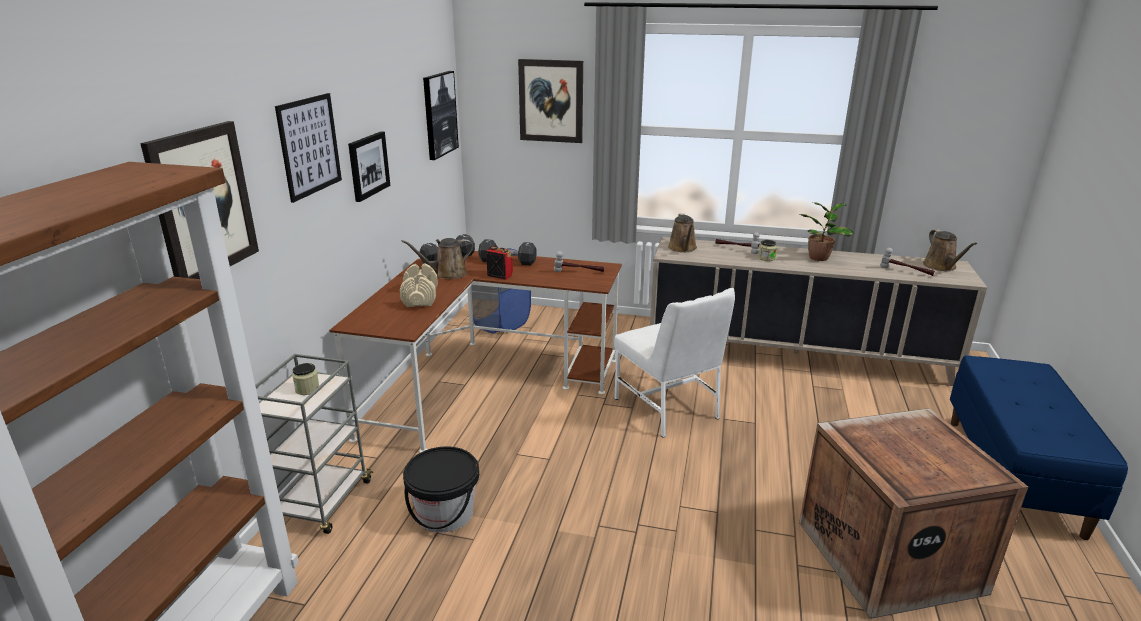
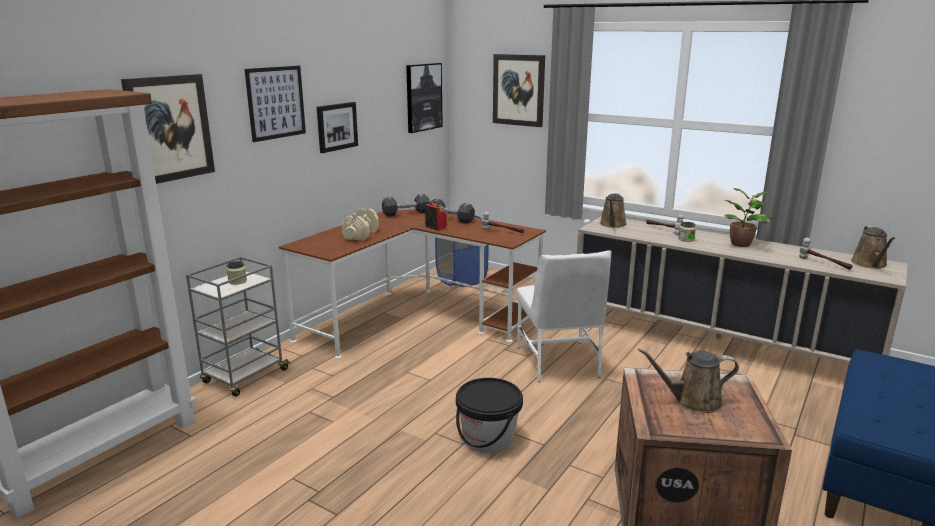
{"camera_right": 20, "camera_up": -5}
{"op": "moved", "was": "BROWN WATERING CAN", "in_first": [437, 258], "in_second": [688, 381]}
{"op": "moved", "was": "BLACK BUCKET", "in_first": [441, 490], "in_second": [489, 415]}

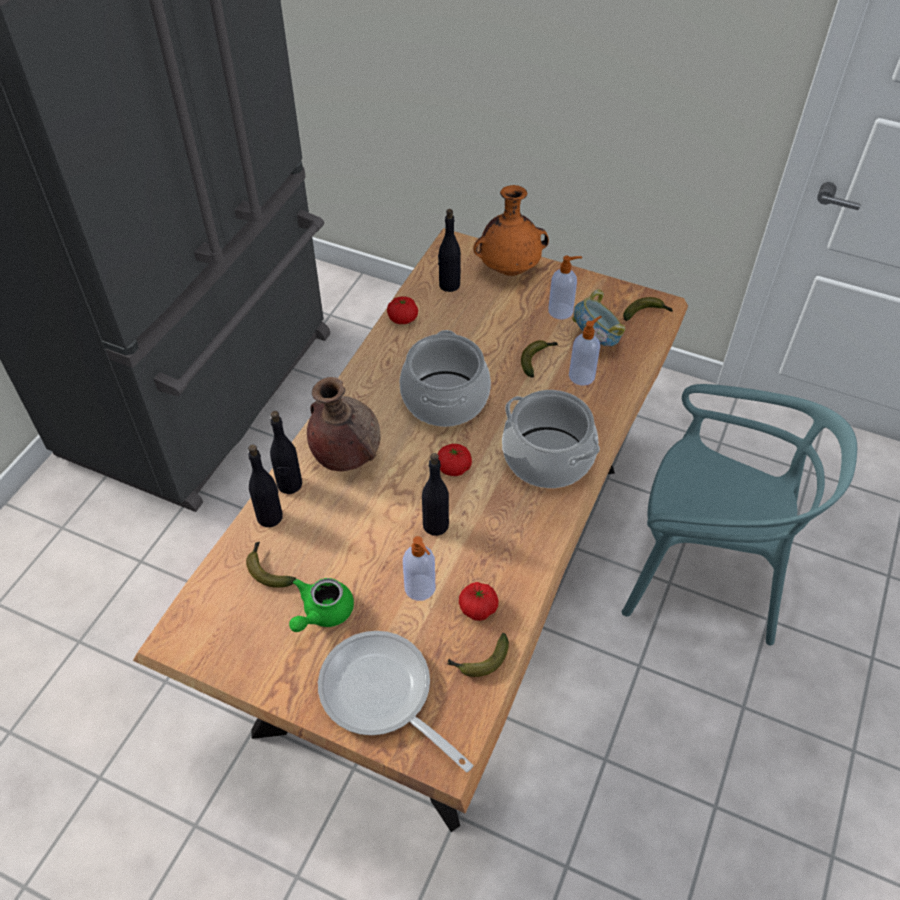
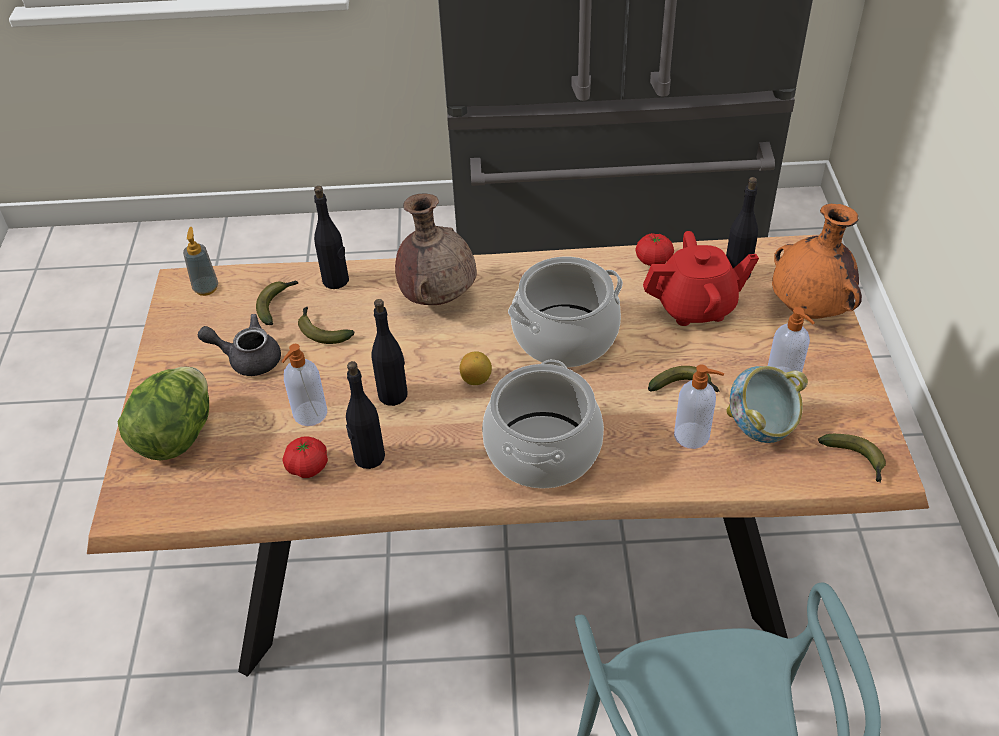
{"camera_right": 65, "camera_up": -5}
{"op": "moved", "was": "BLACK BOTTLE", "in_first": [286, 452], "in_second": [365, 415]}
{"op": "replaced", "was": "TOMATO", "now": "LEMON", "in_first": [455, 460], "in_second": [476, 368]}
{"op": "recoloured", "was": "GREEN TEAPOT", "now": "GREY TEAPOT", "in_first": [321, 605], "in_second": [239, 345]}
{"op": "replaced", "was": "FRYING PAN", "now": "LETTUCE", "in_first": [395, 701], "in_second": [163, 413]}
{"op": "moved", "was": "BANANA", "in_first": [478, 655], "in_second": [326, 325]}
{"op": "added", "now": "SOAP DISPENSER", "in_second": [200, 261]}
{"op": "added", "now": "RED TEAPOT", "in_second": [701, 278]}

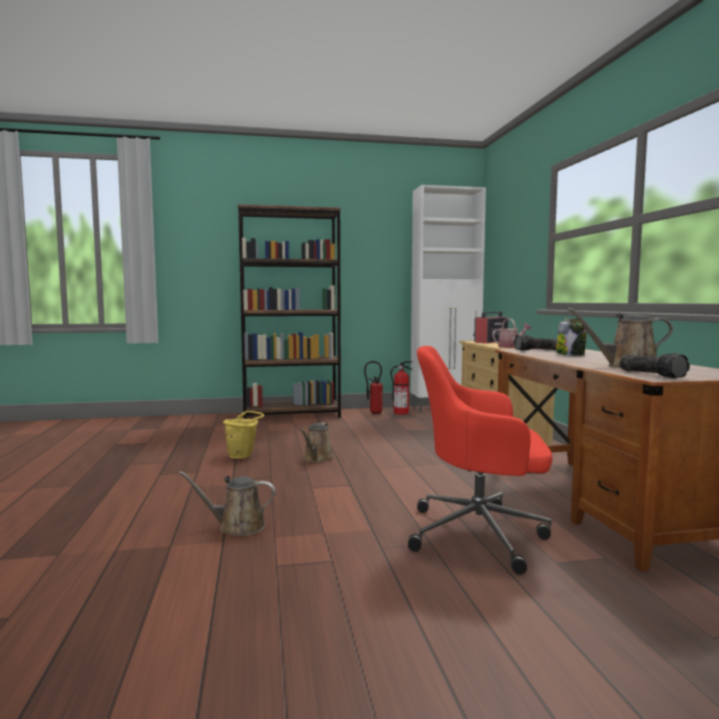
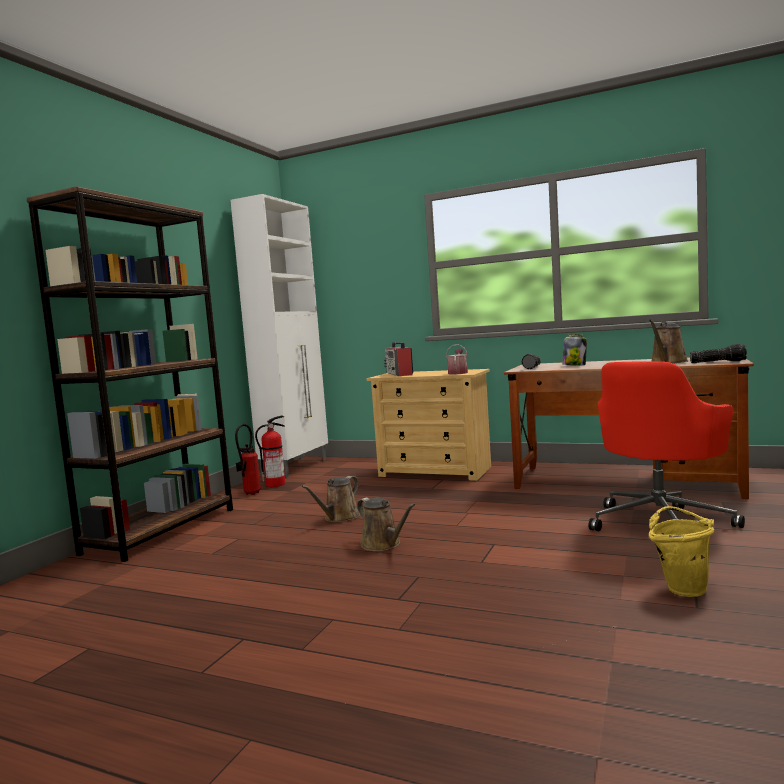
{"camera_right": -55, "camera_up": 0}
{"op": "moved", "was": "YELLOW BUCKET", "in_first": [243, 435], "in_second": [681, 551]}
{"op": "moved", "was": "BROWN WATERING CAN", "in_first": [227, 503], "in_second": [331, 499]}

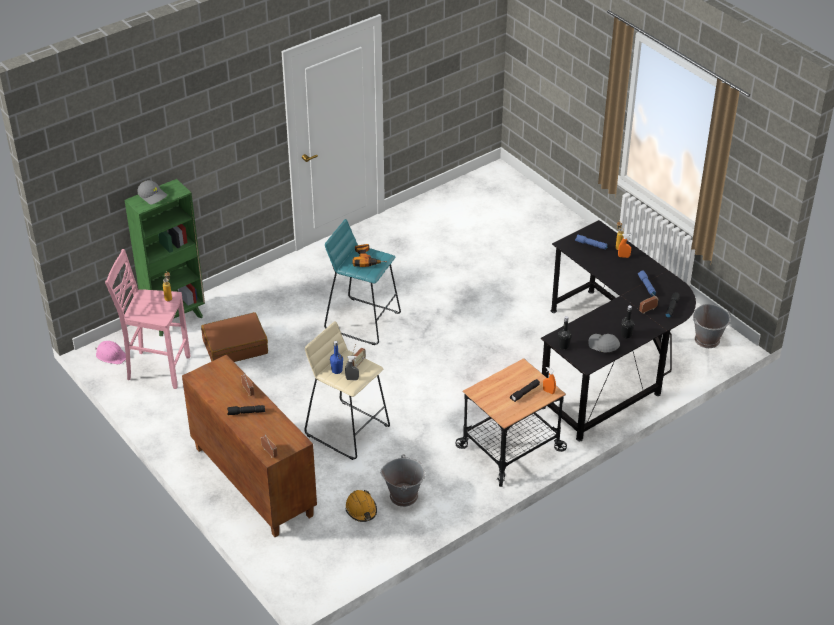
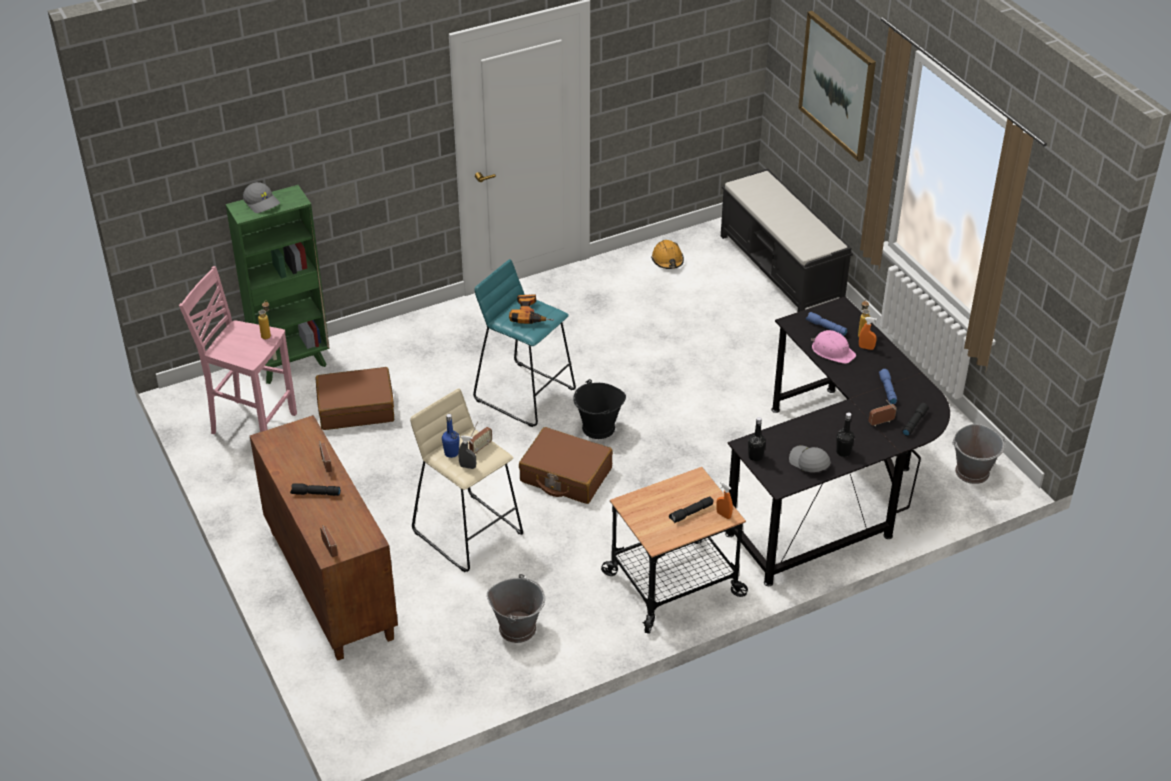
{"camera_right": 10, "camera_up": 0}
{"op": "moved", "was": "PINK HARD HAT", "in_first": [110, 352], "in_second": [833, 347]}
{"op": "moved", "was": "ORANGE HARD HAT", "in_first": [361, 506], "in_second": [667, 254]}
{"op": "added", "now": "PICTURE", "in_second": [837, 86]}
{"op": "added", "now": "BLACK BENCH", "in_second": [787, 240]}
{"op": "added", "now": "BLACK BUCKET", "in_second": [599, 409]}
{"op": "added", "now": "BROWN SUITCASE", "in_second": [566, 465]}

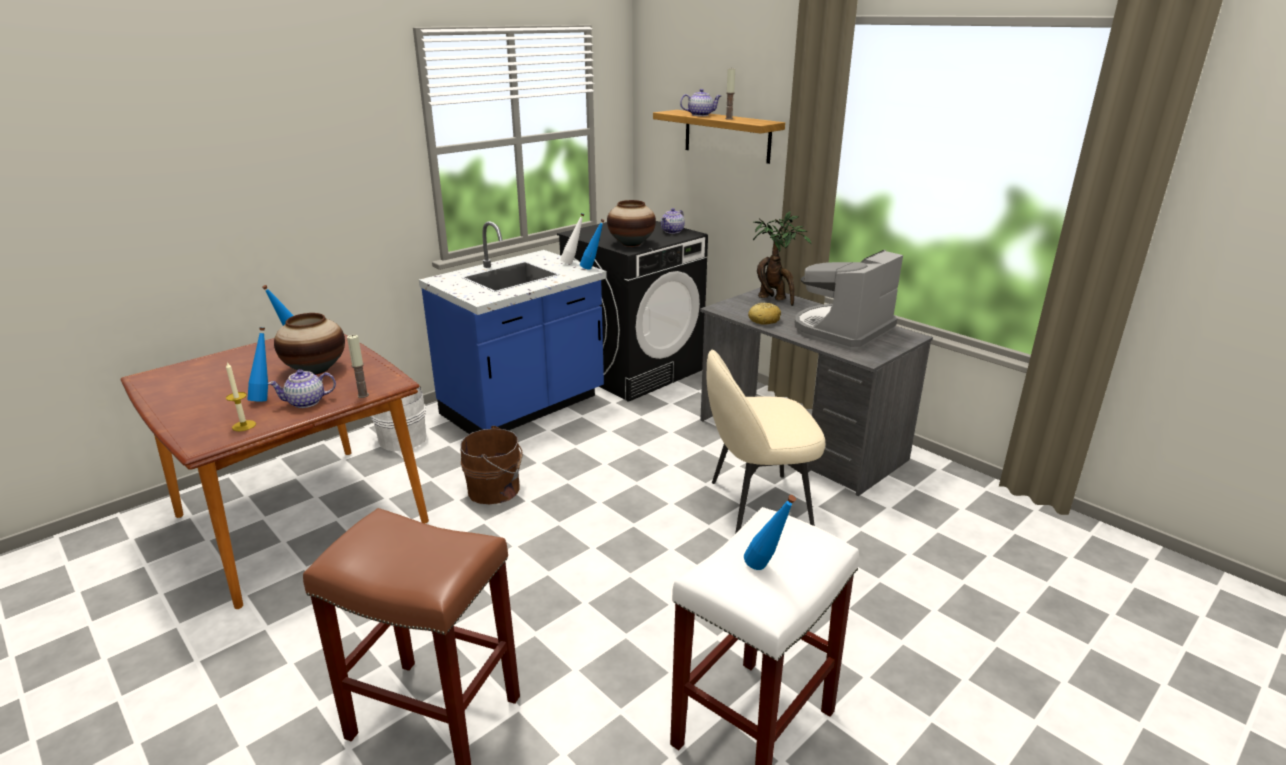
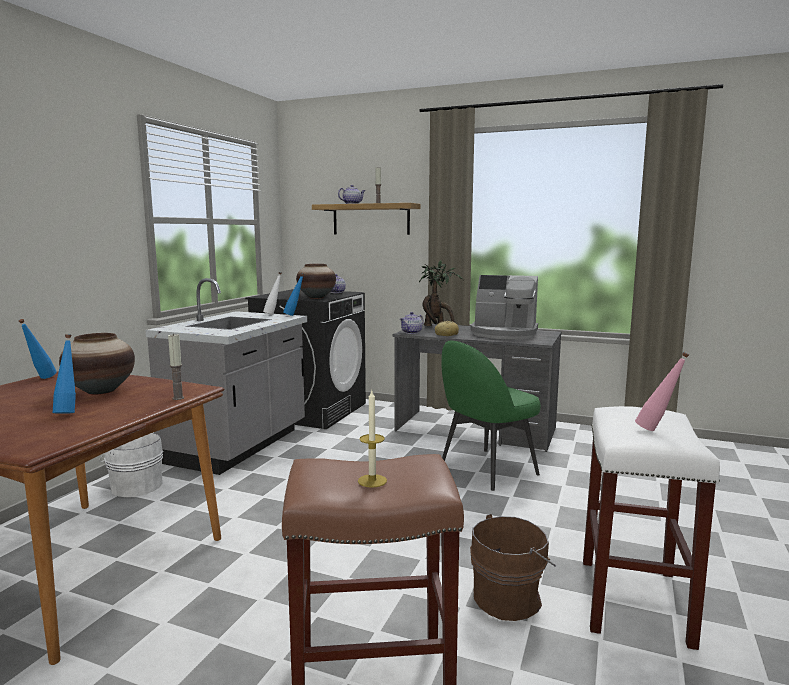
{"camera_right": -25, "camera_up": -15}
{"op": "recoloured", "was": "BLUE COUNTER", "now": "GREY COUNTER", "in_first": [513, 327], "in_second": [226, 376]}
{"op": "turned", "was": "COFFEE MACHINE", "in_first": [849, 300], "in_second": [504, 307], "clockwise": -90}
{"op": "recoloured", "was": "BEIGE CHAIR", "now": "GREEN CHAIR", "in_first": [766, 441], "in_second": [491, 416]}
{"op": "moved", "was": "CANDLE", "in_first": [241, 396], "in_second": [372, 439]}
{"op": "moved", "was": "TEAPOT", "in_first": [302, 388], "in_second": [412, 323]}
{"op": "moved", "was": "BROWN BUCKET", "in_first": [491, 465], "in_second": [513, 567]}
{"op": "recoloured", "was": "BLUE BOTTLE", "now": "PINK BOTTLE", "in_first": [770, 532], "in_second": [662, 391]}

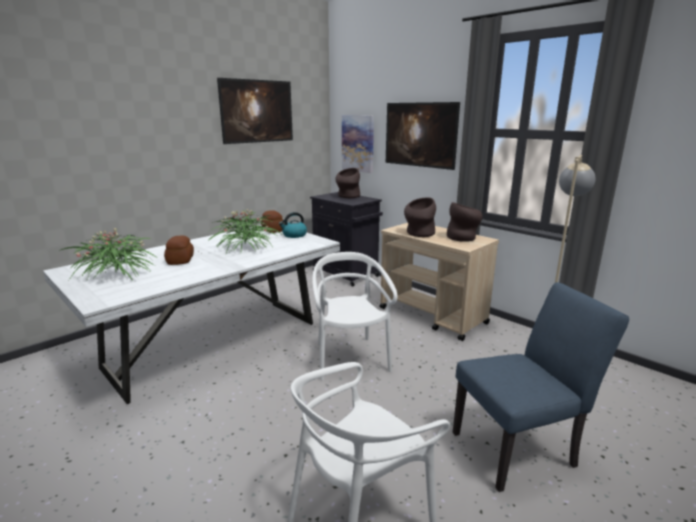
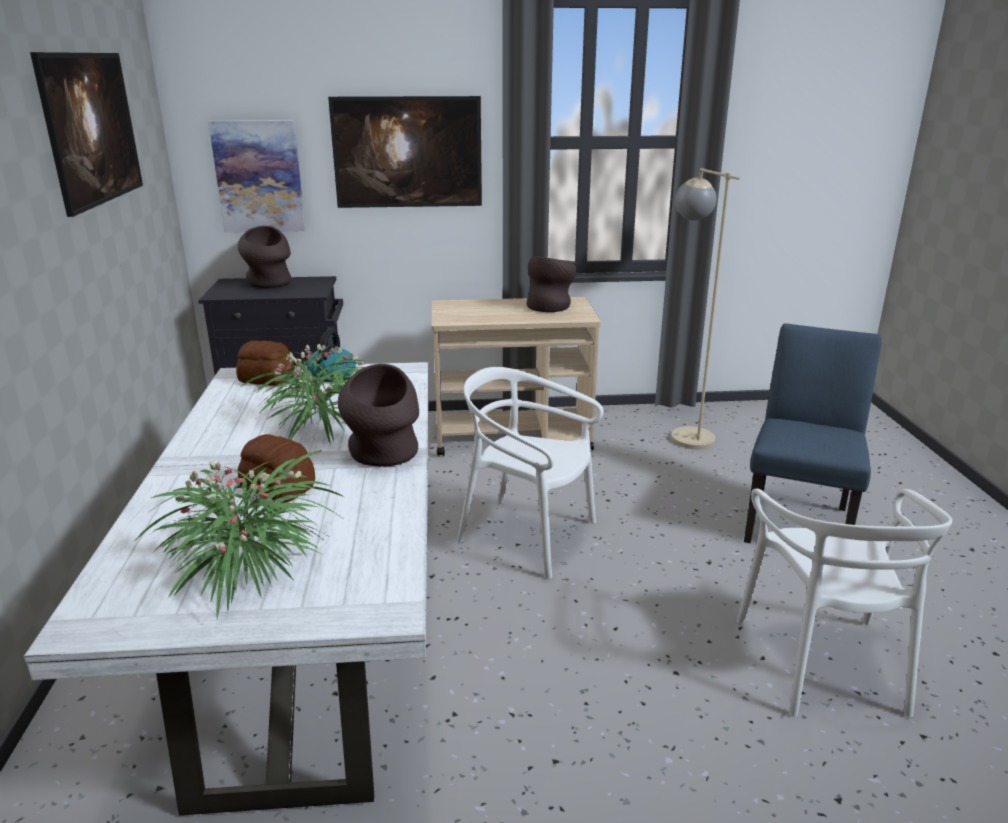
{"camera_right": -50, "camera_up": 5}
{"op": "moved", "was": "BROWN VASE", "in_first": [420, 217], "in_second": [378, 415]}

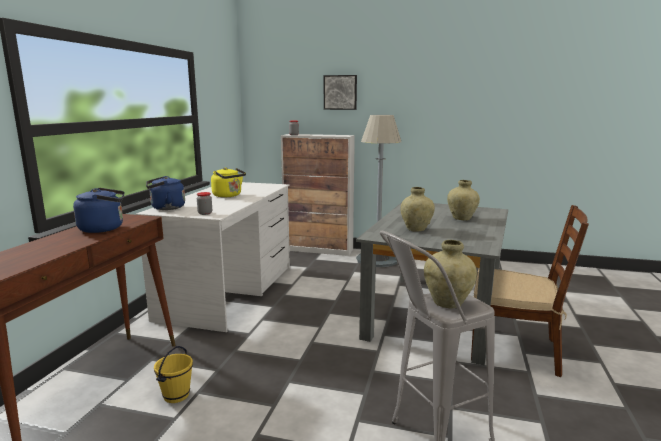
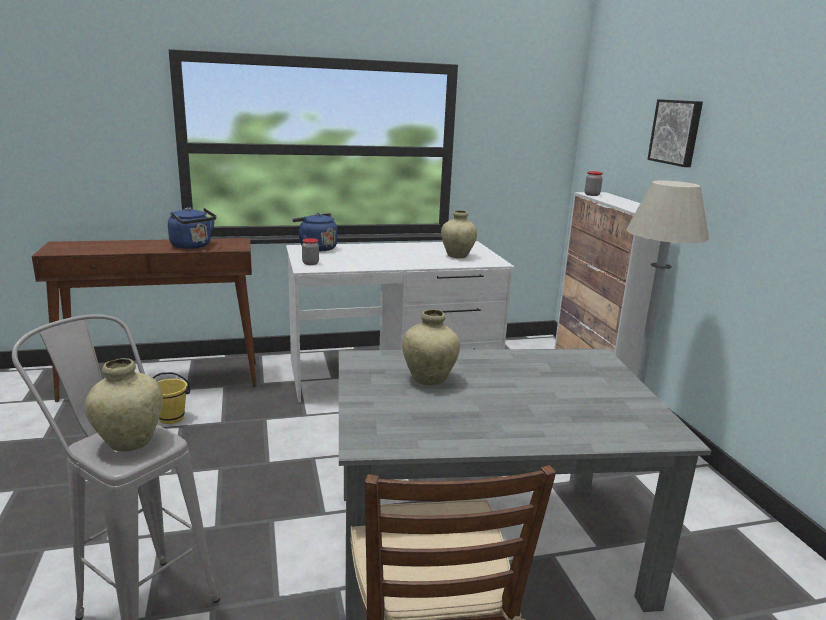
{"camera_right": 60, "camera_up": 5}
{"op": "removed", "was": "YELLOW KETTLE", "in_first": [228, 182]}
{"op": "moved", "was": "BEIGE VASE", "in_first": [463, 200], "in_second": [459, 234]}

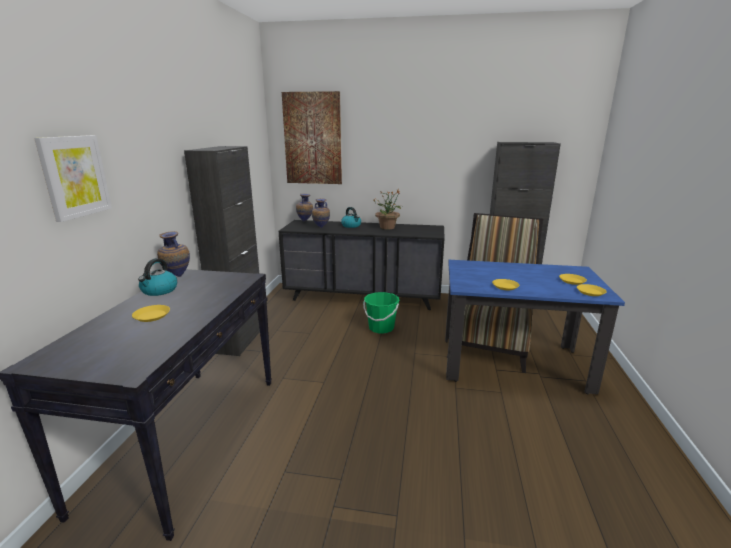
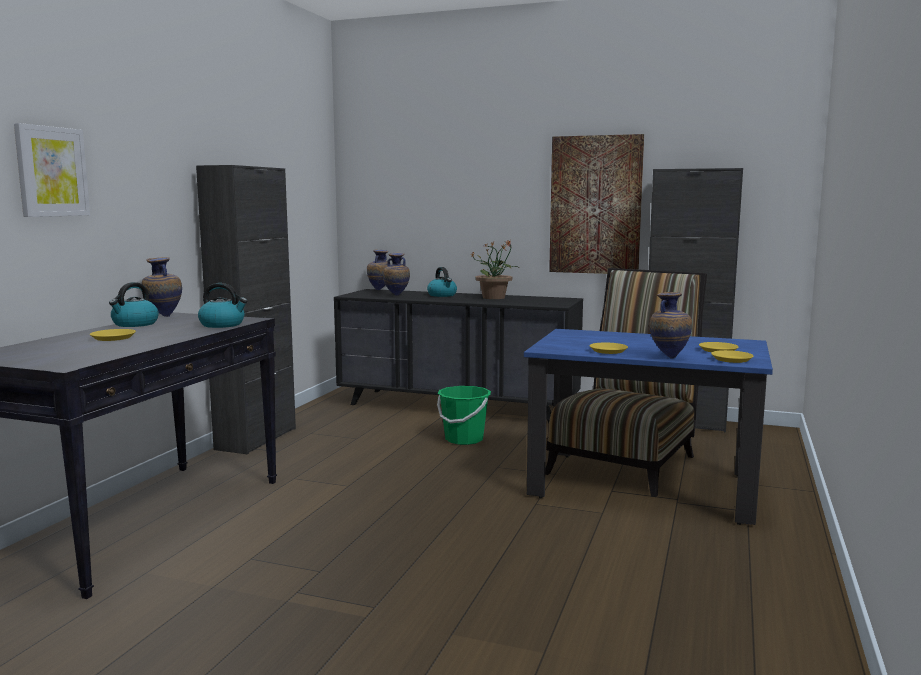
{"camera_right": 10, "camera_up": -10}
{"op": "moved", "was": "PICTURE", "in_first": [312, 137], "in_second": [596, 204]}
{"op": "added", "now": "KETTLE", "in_second": [223, 305]}
{"op": "added", "now": "VASE", "in_second": [671, 325]}

